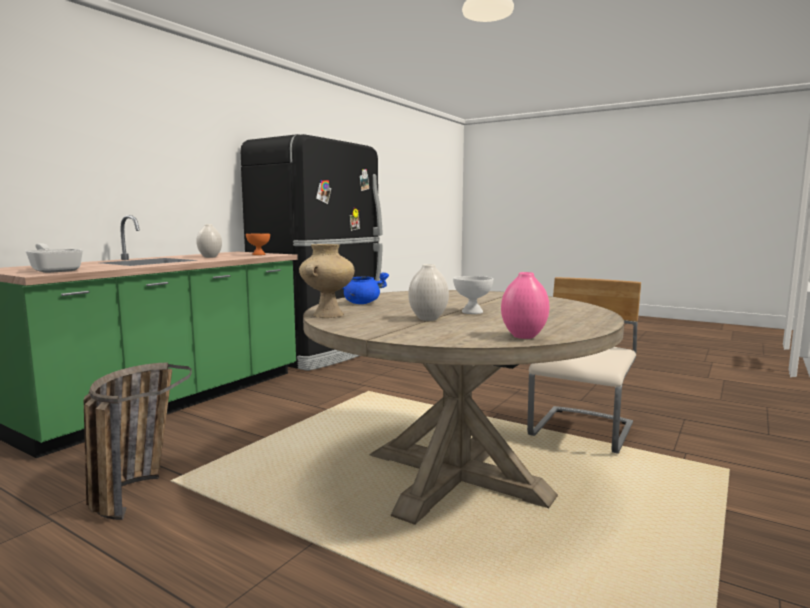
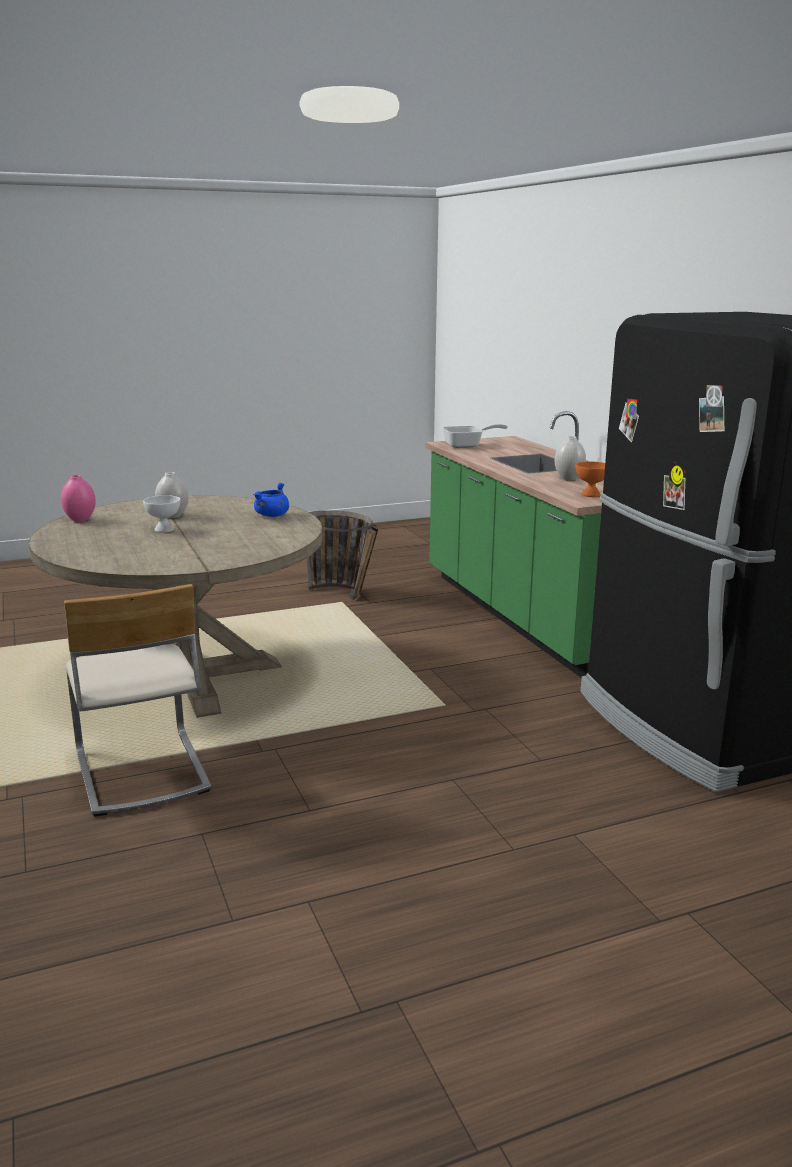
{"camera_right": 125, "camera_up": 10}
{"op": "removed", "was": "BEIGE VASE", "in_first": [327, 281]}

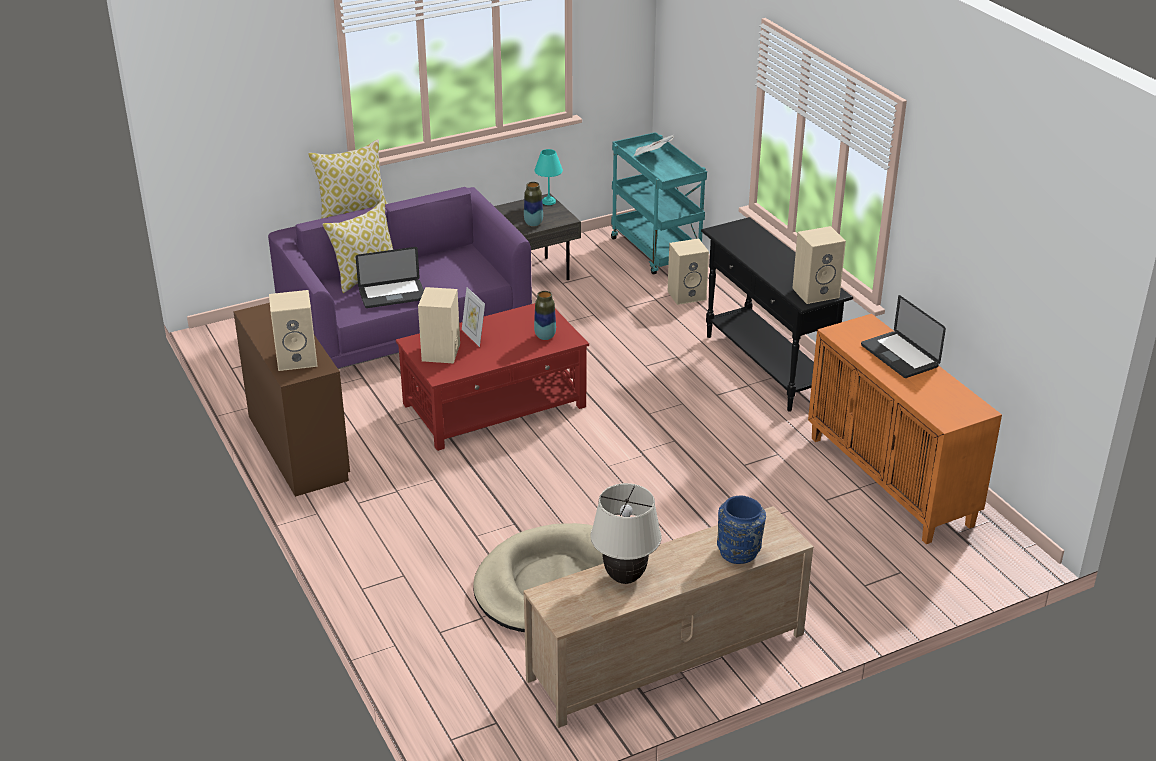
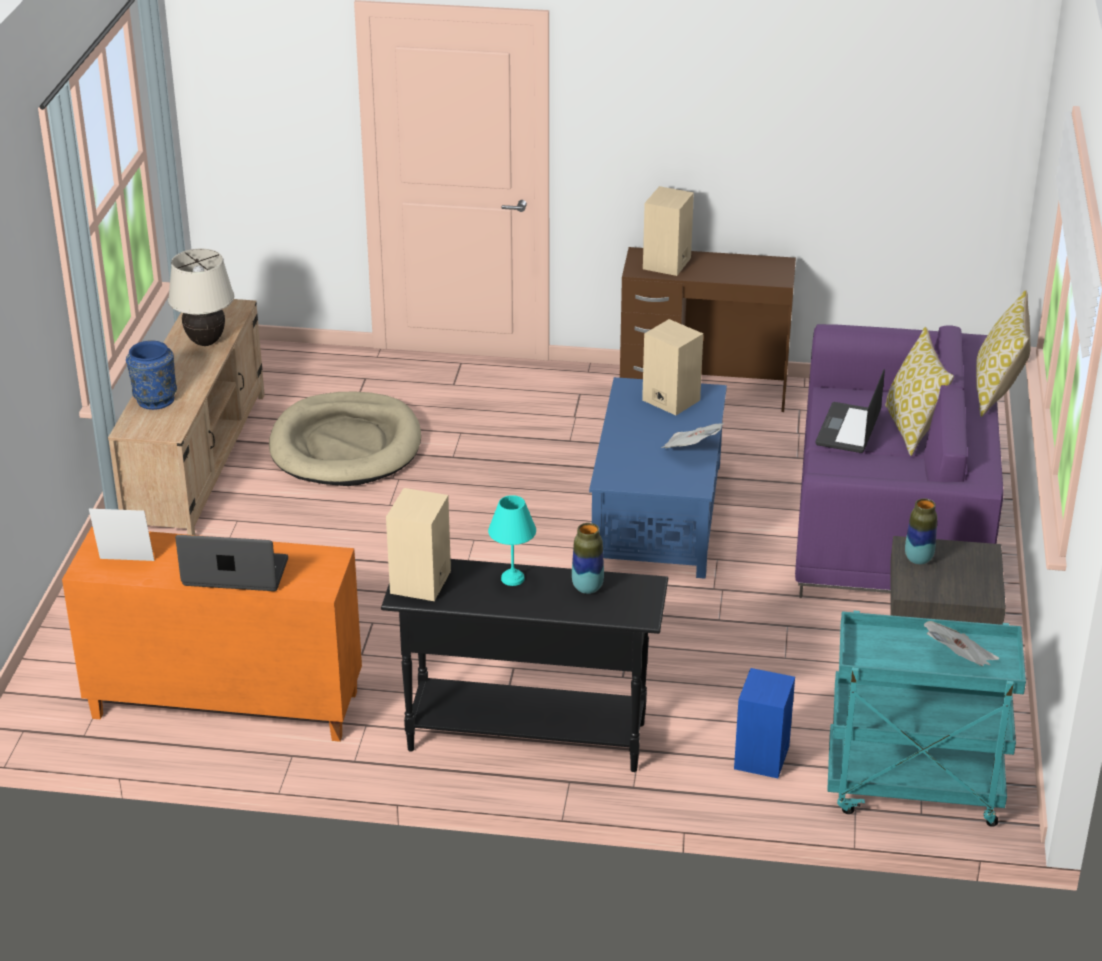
{"camera_right": 125, "camera_up": 0}
{"op": "moved", "was": "TURQUOISE TABLE LAMP", "in_first": [549, 177], "in_second": [512, 540]}
{"op": "recoloured", "was": "BEIGE SPEAKER", "now": "BLUE SPEAKER", "in_first": [688, 271], "in_second": [764, 723]}
{"op": "moved", "was": "PICTURE FRAME", "in_first": [473, 317], "in_second": [121, 535]}
{"op": "moved", "was": "VASE", "in_first": [545, 315], "in_second": [588, 558]}
{"op": "recoloured", "was": "RED COFFEE TABLE", "now": "BLUE COFFEE TABLE", "in_first": [492, 377], "in_second": [658, 478]}
{"op": "added", "now": "NEWSPAPER", "in_second": [693, 435]}

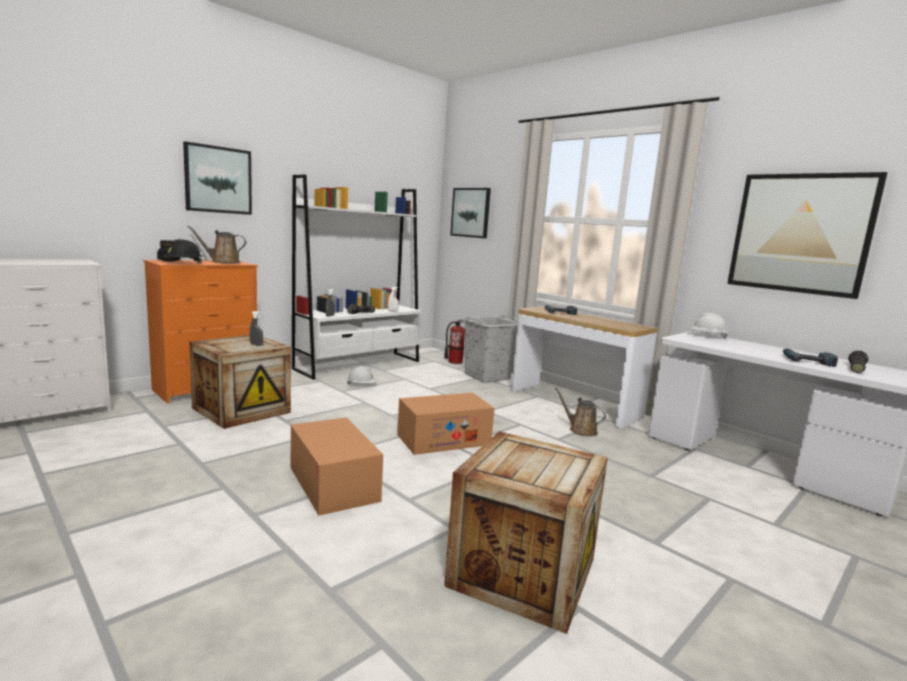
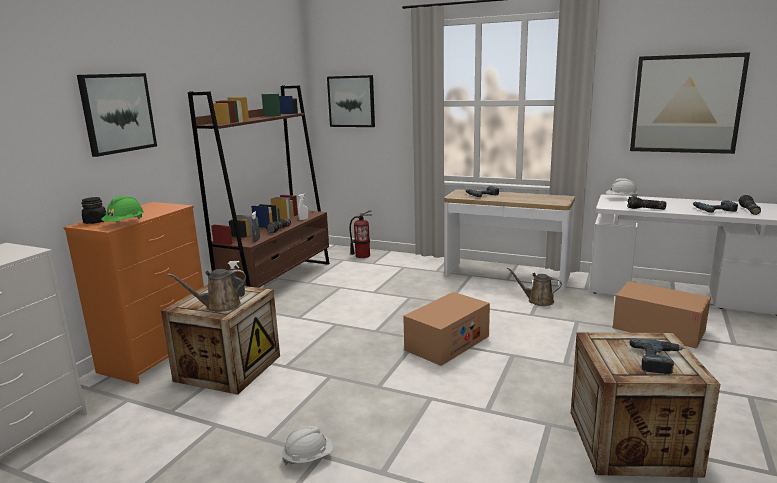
{"camera_right": -20, "camera_up": 5}
{"op": "recoloured", "was": "WHITE BOOKCASE", "now": "BROWN BOOKCASE", "in_first": [357, 277], "in_second": [259, 186]}
{"op": "moved", "was": "BROWN WATERING CAN", "in_first": [217, 244], "in_second": [207, 290]}
{"op": "recoloured", "was": "BLACK HARD HAT", "now": "GREEN HARD HAT", "in_first": [182, 251], "in_second": [122, 209]}
{"op": "removed", "was": "GREY LAUNDRY BASKET", "in_first": [489, 349]}
{"op": "moved", "was": "WHITE HARD HAT", "in_first": [362, 375], "in_second": [307, 445]}
{"op": "moved", "was": "CARDBOARD BOX", "in_first": [337, 466], "in_second": [662, 315]}
{"op": "added", "now": "FLASHLIGHT", "in_second": [646, 203]}
{"op": "added", "now": "POWER DRILL", "in_second": [657, 356]}

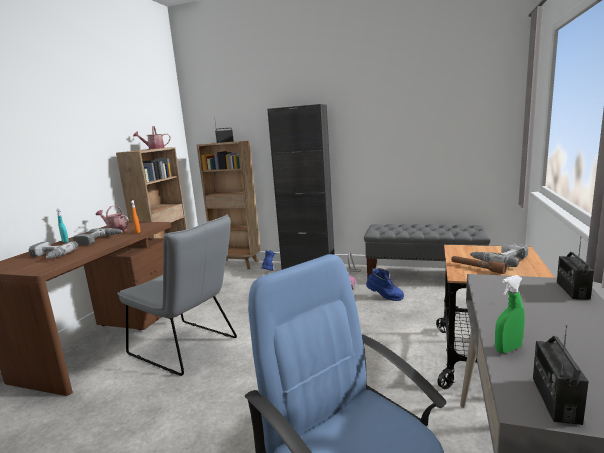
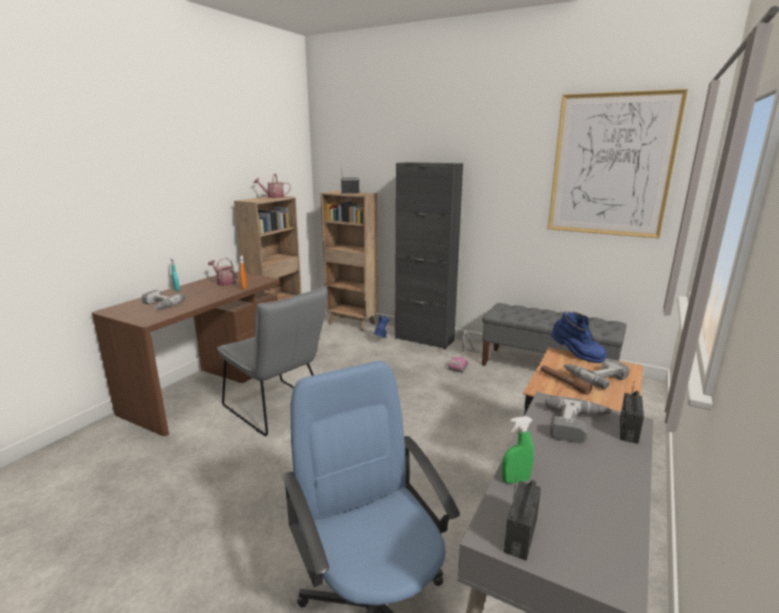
{"camera_right": 10, "camera_up": 5}
{"op": "moved", "was": "POWER DRILL", "in_first": [98, 237], "in_second": [578, 419]}
{"op": "moved", "was": "BLUE BOOT", "in_first": [385, 284], "in_second": [579, 337]}
{"op": "added", "now": "PICTURE", "in_second": [618, 164]}

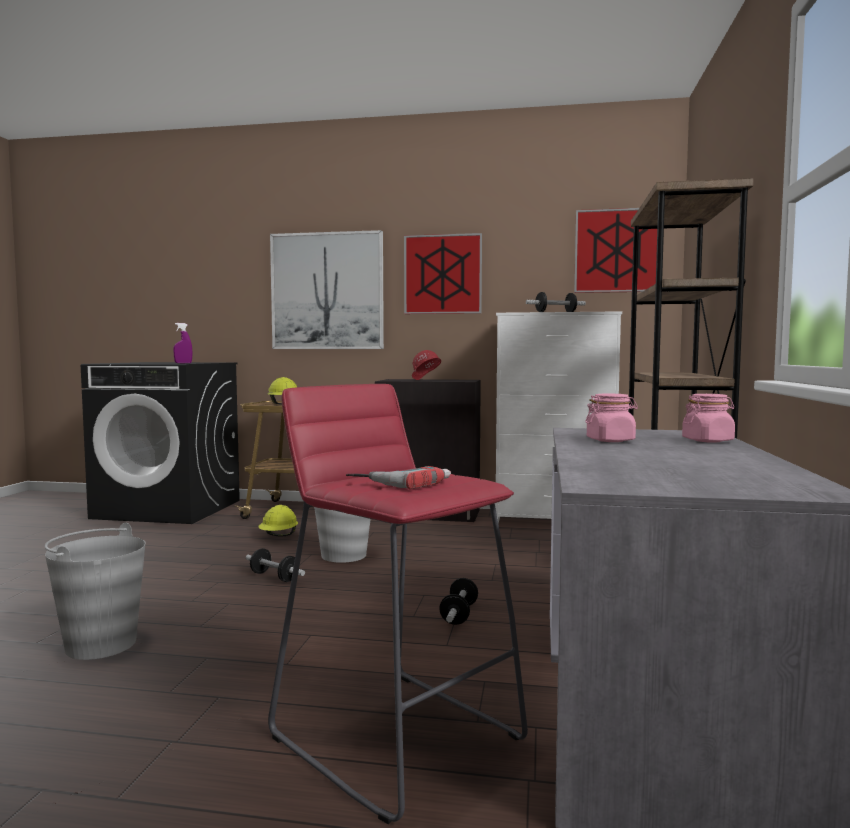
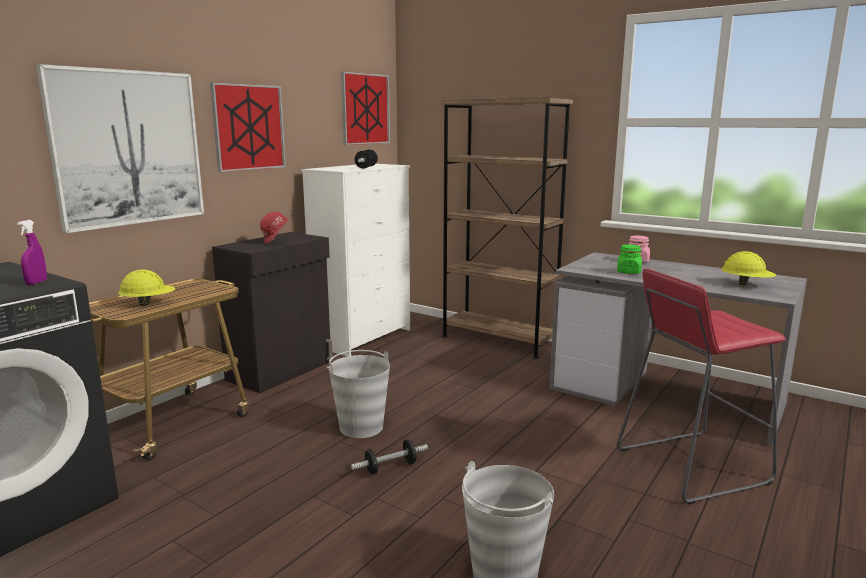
{"camera_right": -65, "camera_up": 10}
{"op": "recoloured", "was": "PINK JAR", "now": "GREEN JAR", "in_first": [611, 418], "in_second": [629, 259]}
{"op": "removed", "was": "POWER DRILL", "in_first": [398, 477]}
{"op": "moved", "was": "YELLOW HARD HAT", "in_first": [278, 521], "in_second": [748, 268]}
{"op": "removed", "was": "DUMBBELL", "in_first": [458, 601]}

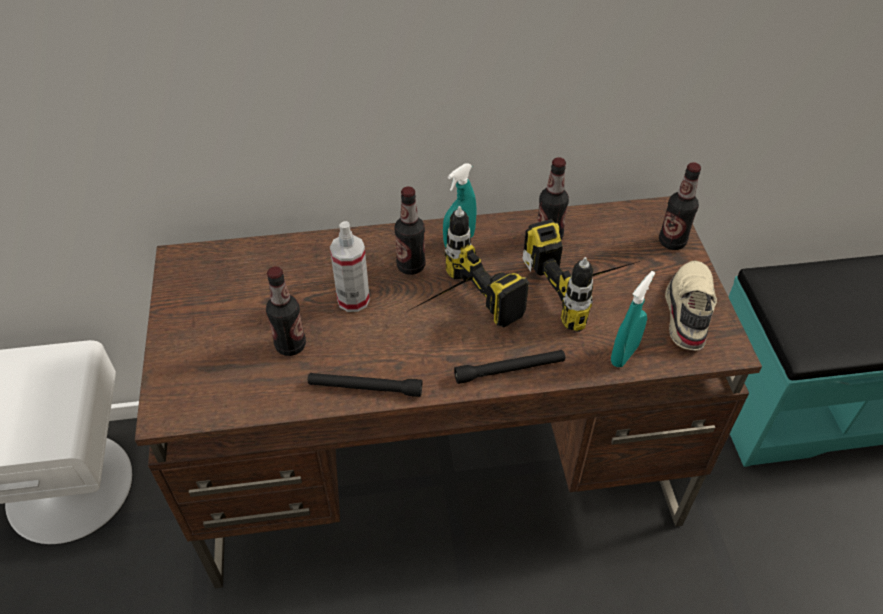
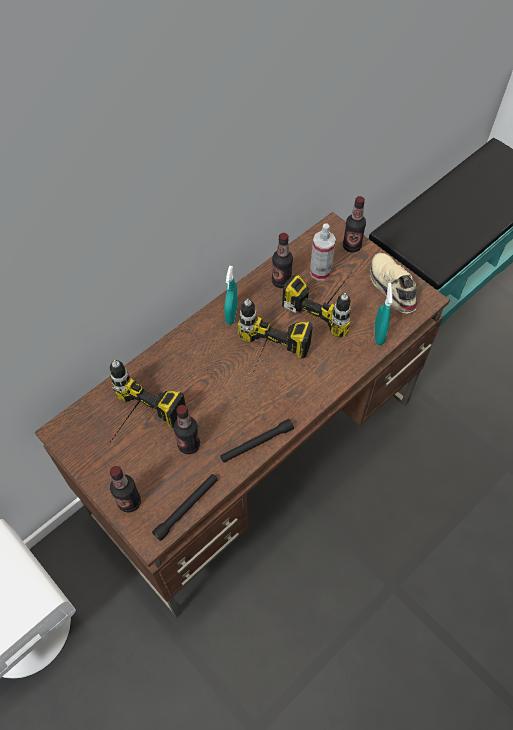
{"camera_right": -35, "camera_up": 10}
{"op": "moved", "was": "BOTTLE", "in_first": [410, 230], "in_second": [125, 489]}
{"op": "moved", "was": "SPRAY BOTTLE", "in_first": [350, 266], "in_second": [323, 251]}
{"op": "moved", "was": "BLACK FLASHLIGHT", "in_first": [509, 367], "in_second": [185, 507]}
{"op": "added", "now": "POWER DRILL", "in_second": [147, 402]}

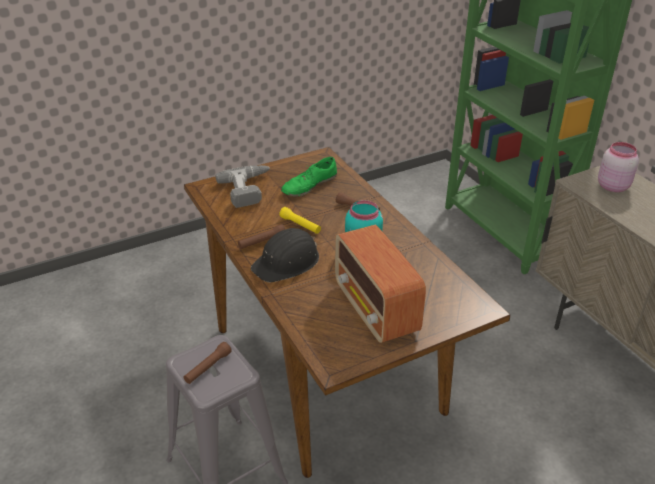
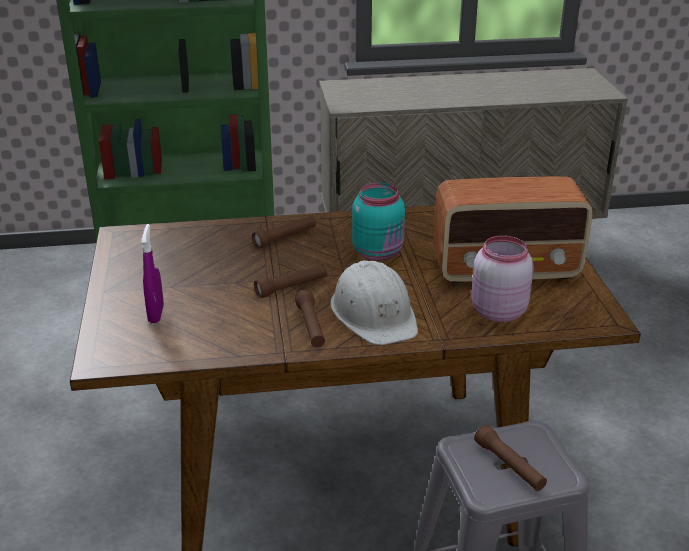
{"camera_right": -70, "camera_up": -5}
{"op": "moved", "was": "PINK JAR", "in_first": [618, 167], "in_second": [502, 278]}
{"op": "removed", "was": "GREEN SHOE", "in_first": [309, 177]}
{"op": "replaced", "was": "POWER DRILL", "now": "PURPLE SPRAY BOTTLE", "in_first": [242, 186], "in_second": [152, 273]}
{"op": "recoloured", "was": "YELLOW FLASHLIGHT", "now": "BROWN FLASHLIGHT", "in_first": [300, 220], "in_second": [290, 281]}
{"op": "recoloured", "was": "BLACK HARD HAT", "now": "WHITE HARD HAT", "in_first": [285, 255], "in_second": [374, 302]}

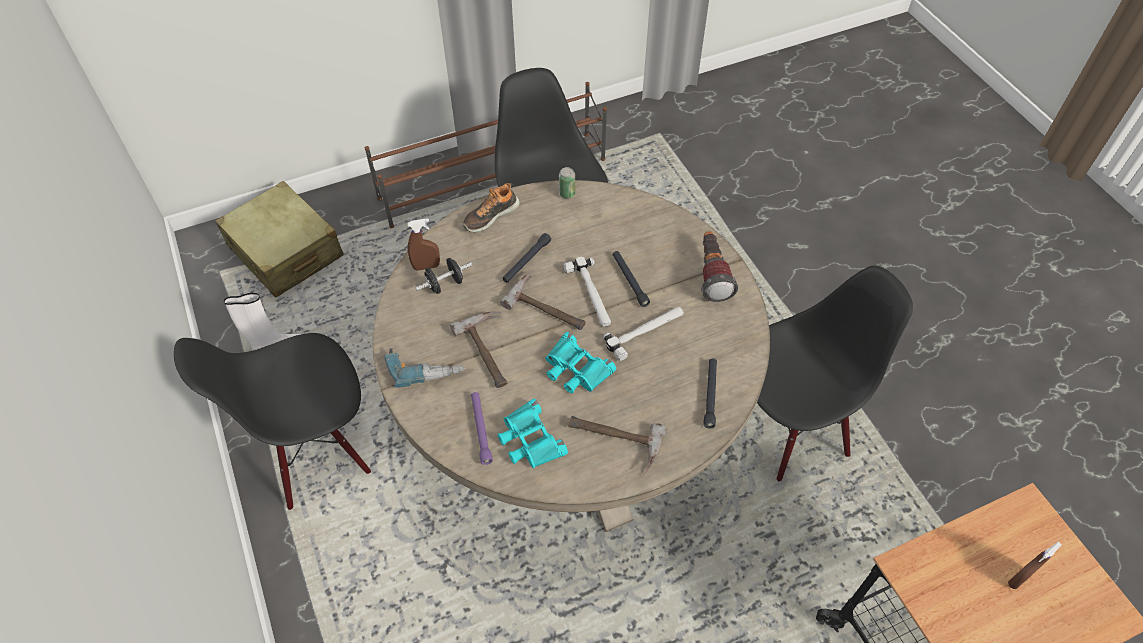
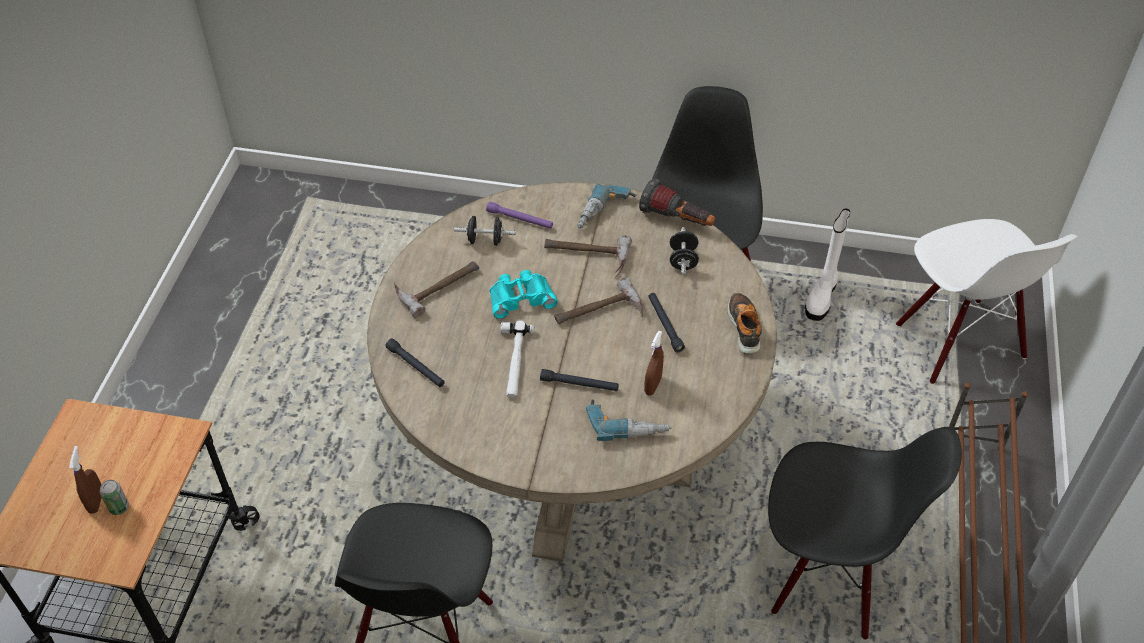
{"camera_right": 125, "camera_up": -5}
{"op": "moved", "was": "CAN", "in_first": [567, 183], "in_second": [114, 497]}
{"op": "replaced", "was": "BEIGE SUITCASE", "now": "WHITE CHAIR", "in_first": [279, 239], "in_second": [987, 301]}
{"op": "moved", "was": "BROWN SPRAY BOTTLE", "in_first": [423, 245], "in_second": [654, 363]}
{"op": "moved", "was": "FLASHLIGHT", "in_first": [719, 267], "in_second": [677, 202]}
{"op": "removed", "was": "HAMMER", "in_first": [587, 292]}
{"op": "replaced", "was": "TURQUOISE BINOCULARS", "now": "BLACK DUMBBELL", "in_first": [533, 433], "in_second": [485, 231]}
{"op": "added", "now": "POWER DRILL", "in_second": [629, 420]}

